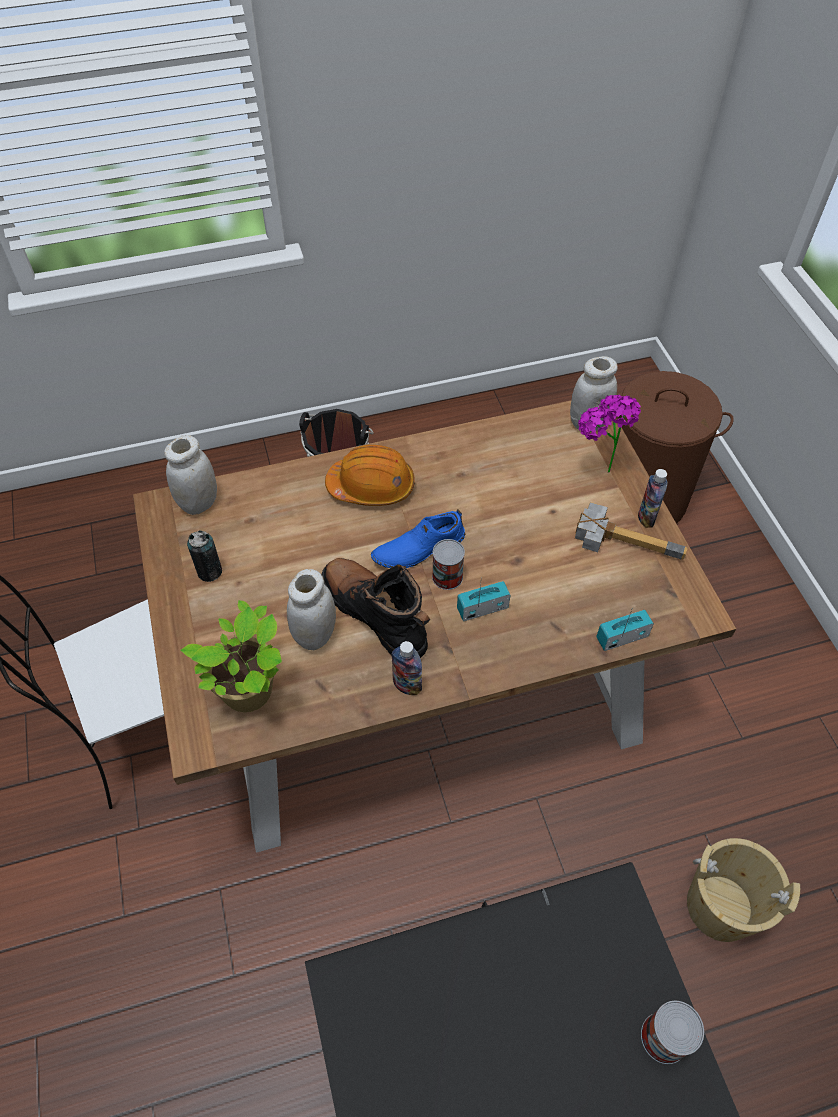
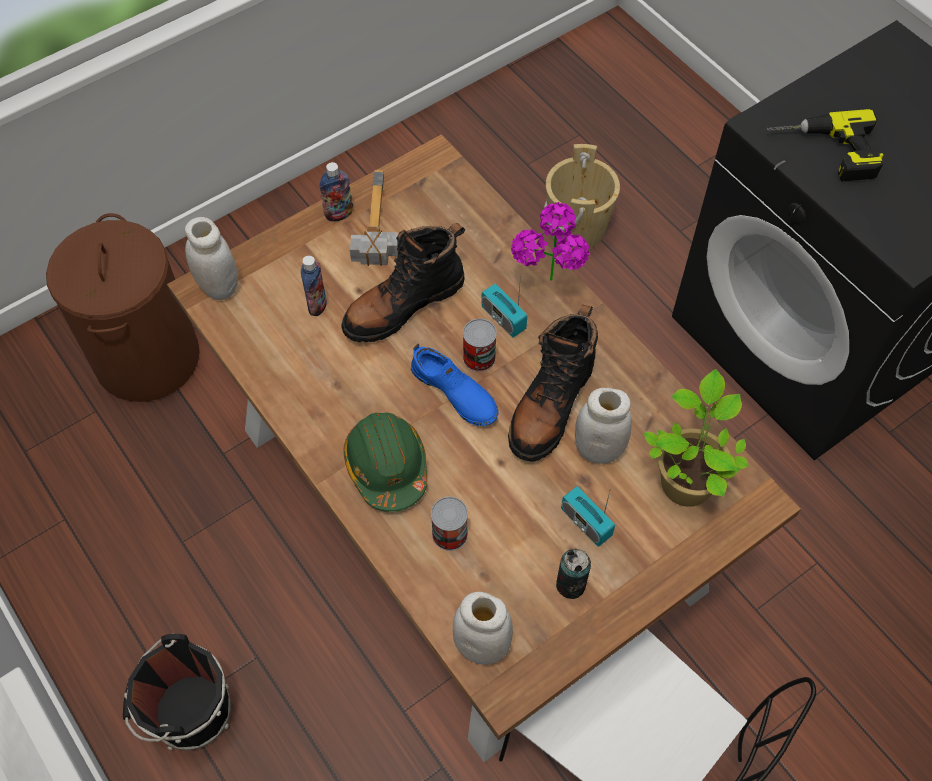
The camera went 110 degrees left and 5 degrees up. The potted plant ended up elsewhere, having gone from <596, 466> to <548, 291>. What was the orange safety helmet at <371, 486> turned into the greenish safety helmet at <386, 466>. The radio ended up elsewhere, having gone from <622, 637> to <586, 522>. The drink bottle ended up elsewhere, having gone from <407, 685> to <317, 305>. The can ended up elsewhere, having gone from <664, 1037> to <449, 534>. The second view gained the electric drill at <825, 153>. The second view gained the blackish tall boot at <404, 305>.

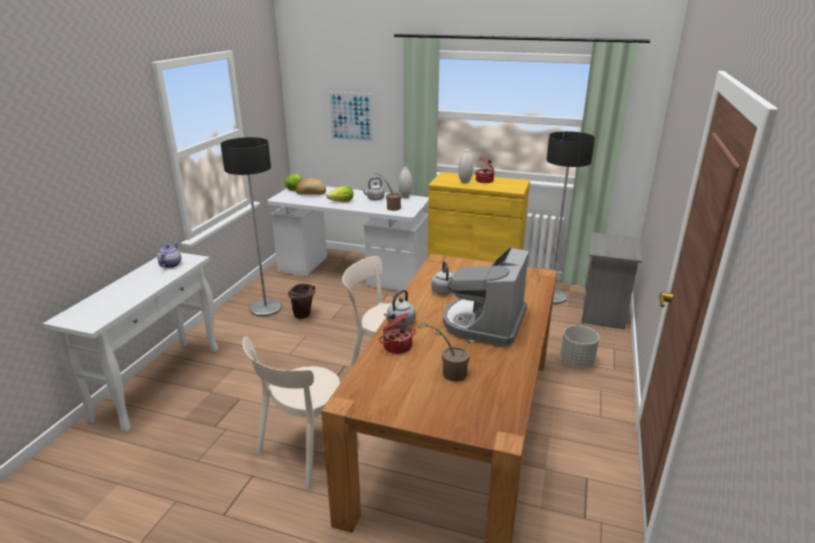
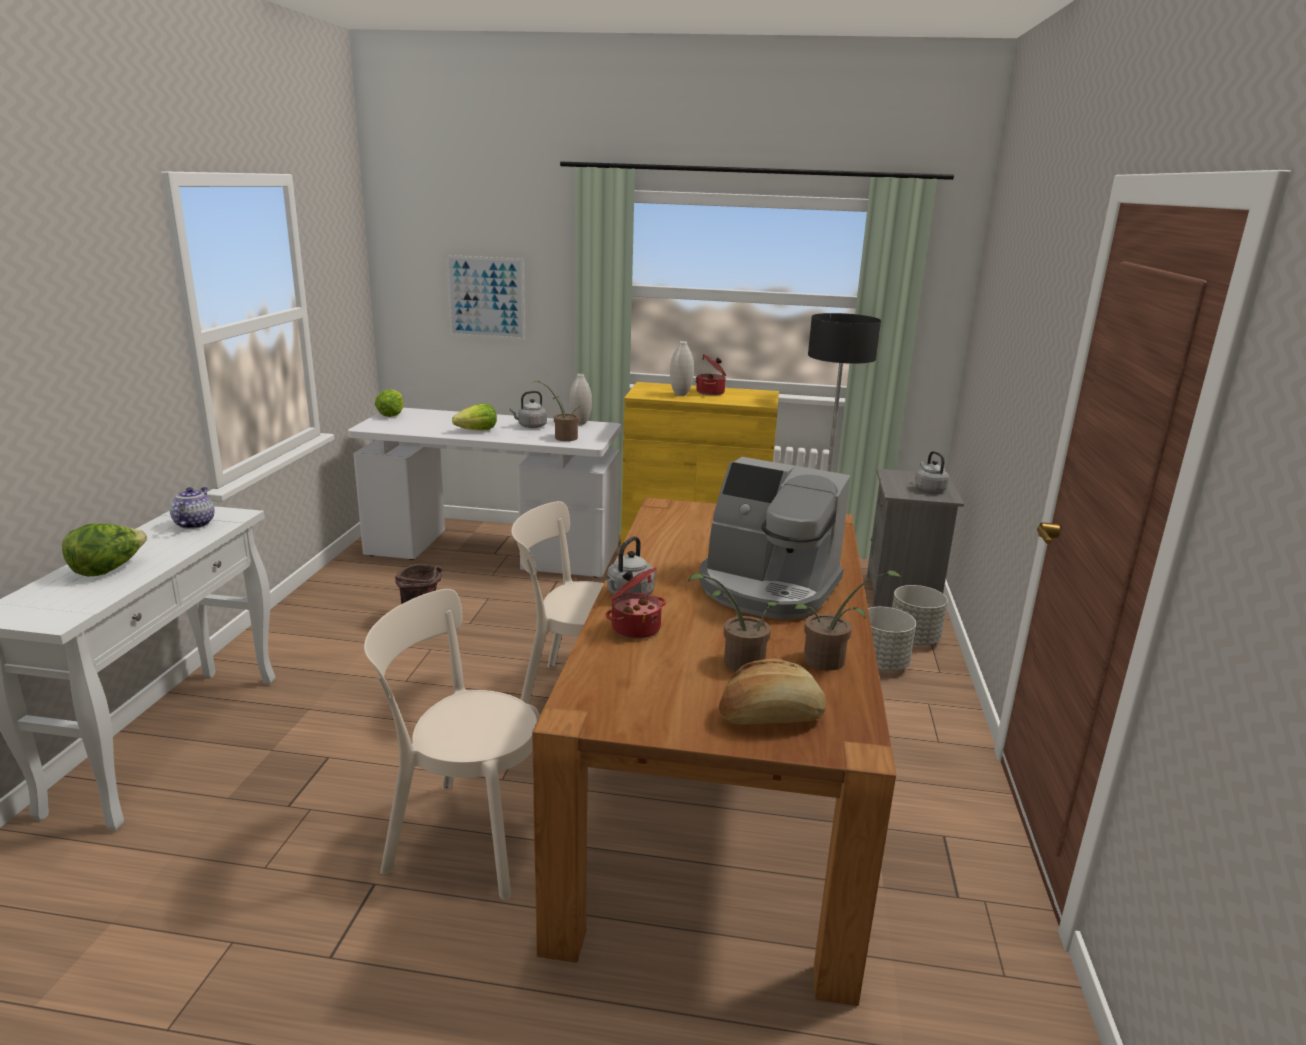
The camera went 10 degrees left and 5 degrees down. The second view lost the standing lamp at <265, 308>. The baked bread ended up elsewhere, having gone from <311, 194> to <770, 717>. The coffee machine at <485, 322> ended up facing another way, 75 degrees counterclockwise from before. The grey water kettle ended up elsewhere, having gone from <443, 290> to <929, 489>. The sand-coloured upright chair at <305, 452> ended up facing another way, 75 degrees clockwise from before. The second view gained the lettuce head at <108, 570>. The second view gained the potted plant at <830, 661>. The second view gained the grey flower pot at <914, 639>.

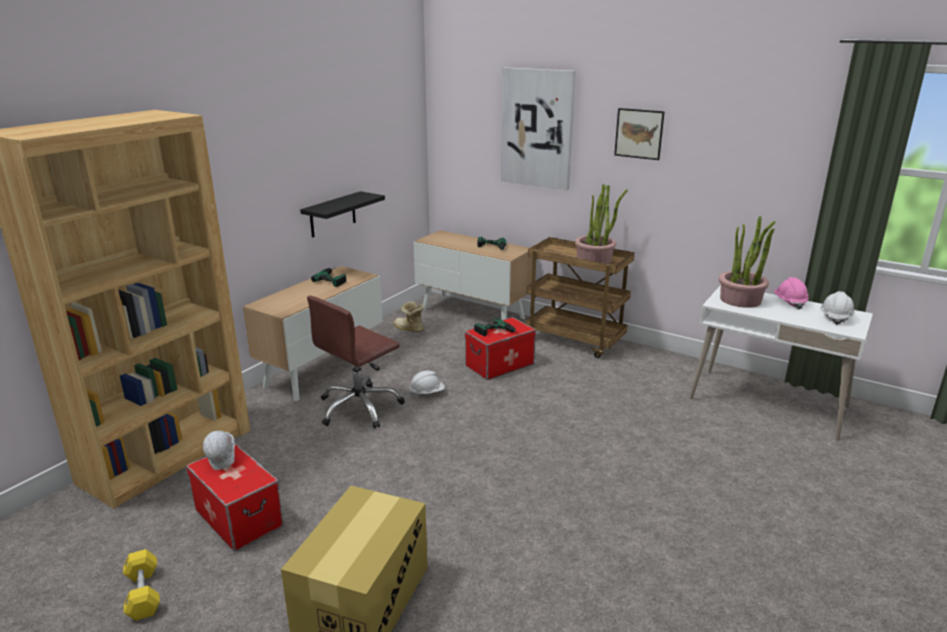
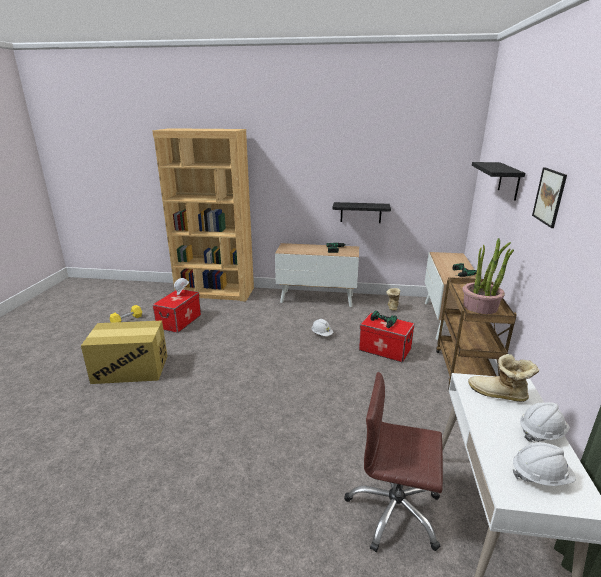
The camera went 65 degrees right and 0 degrees up. Where the picture hung at <537, 128>, the blackish wall shelf came to hang at <509, 181>. Where the potted plant stood at <740, 300>, the tall boot came to stand at <498, 395>. What was the pink safety helmet at <789, 302> turned into the white-coloured safety helmet at <541, 432>. The brown computer chair ended up elsewhere, having gone from <359, 408> to <394, 511>.

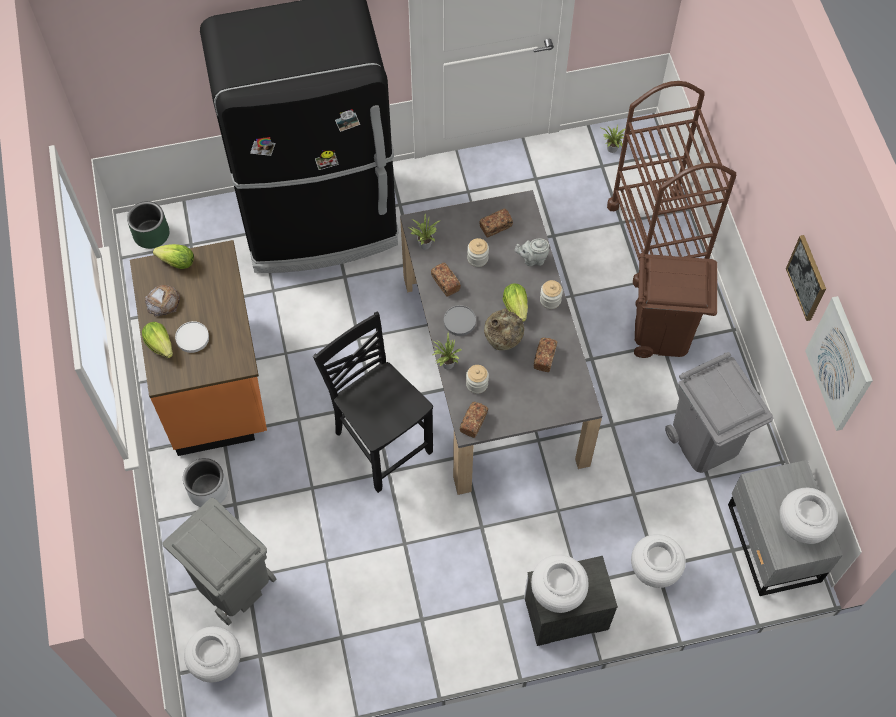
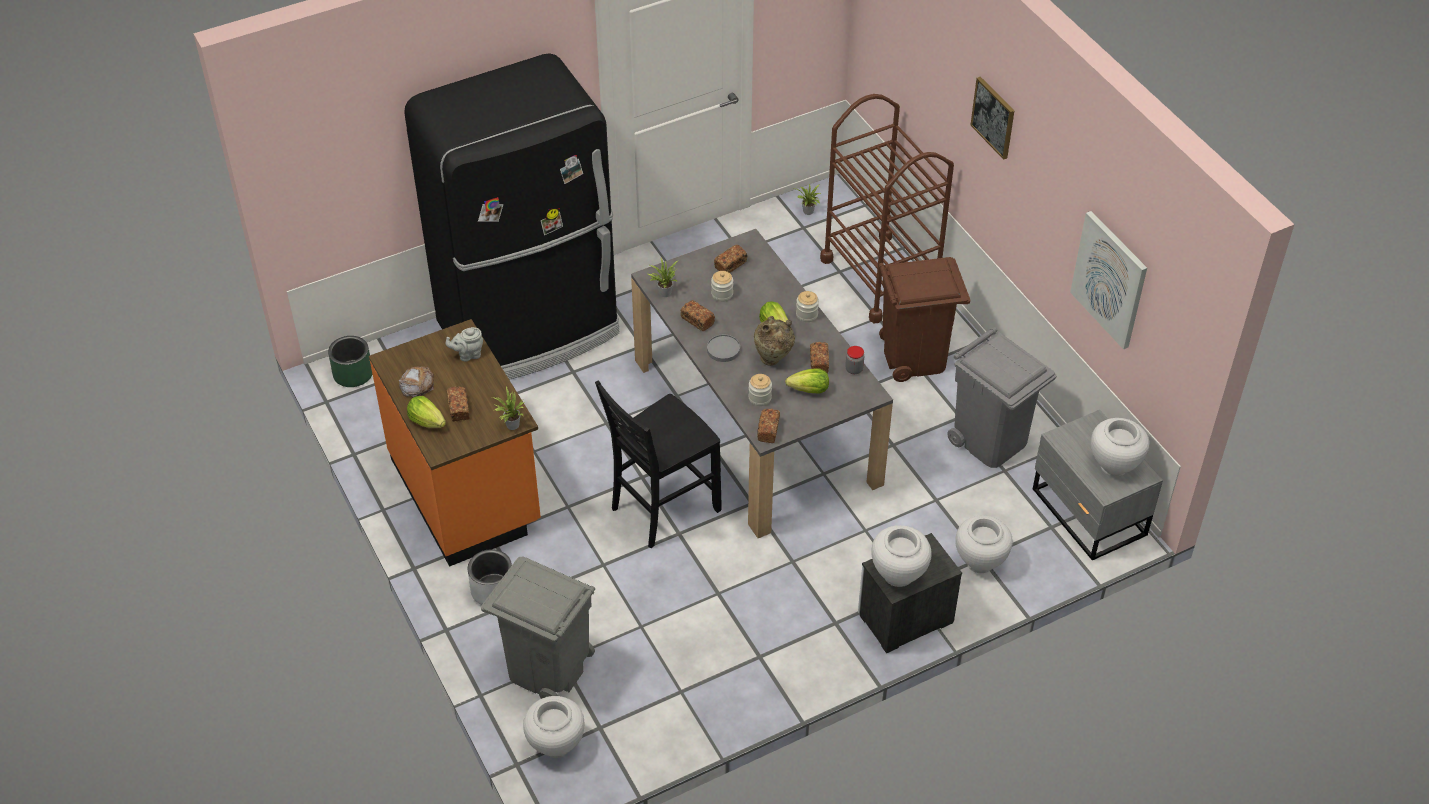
The camera went 15 degrees left and 15 degrees down. The picture ended up elsewhere, having gone from <807, 278> to <993, 117>. The grey tea pot ended up elsewhere, having gone from <532, 259> to <468, 354>. The lettuce head ended up elsewhere, having gone from <177, 262> to <809, 390>. The blackish upright chair at <381, 442> ended up facing another way, 75 degrees counterclockwise from before. Where the white-coloured plate stood at <192, 338>, the baked bread came to stand at <459, 409>. The potted plant ended up elsewhere, having gone from <446, 364> to <511, 425>. The second view gained the preserve jar at <854, 369>.

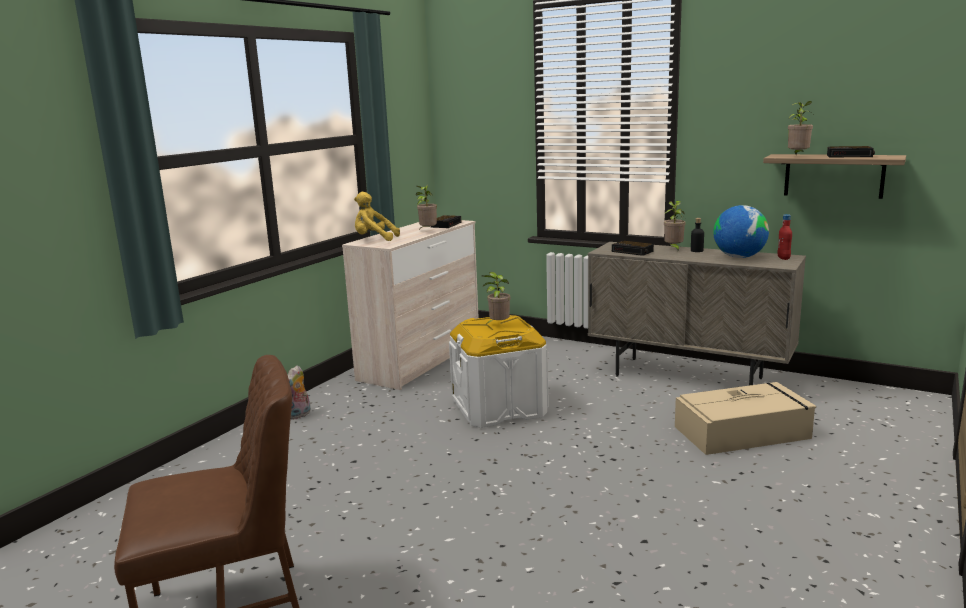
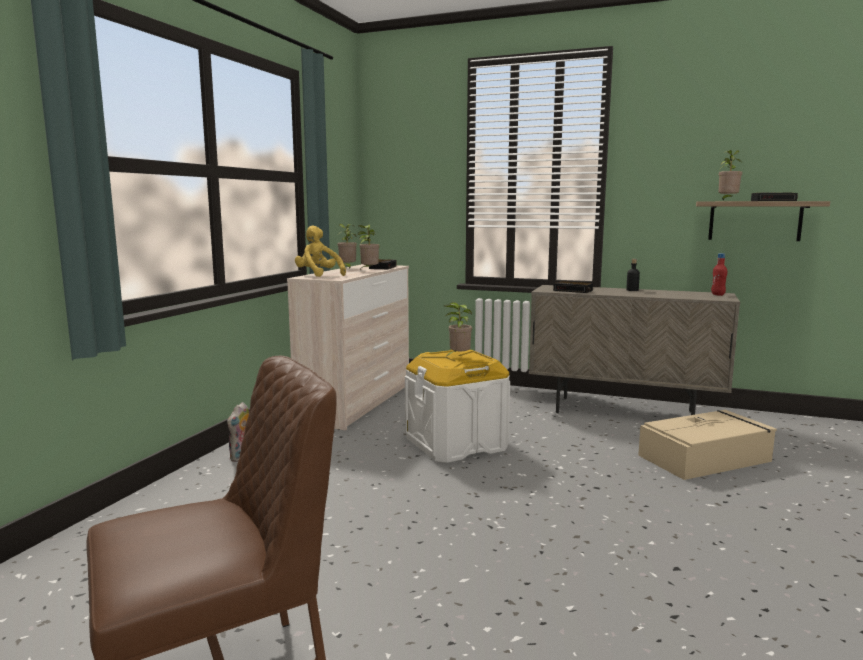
The camera went 10 degrees left and 5 degrees down. The yellowish plush toy at <374, 239> ended up facing another way, 45 degrees clockwise from before. The potted plant ended up elsewhere, having gone from <673, 249> to <347, 268>. The second view lost the world globe at <739, 257>.

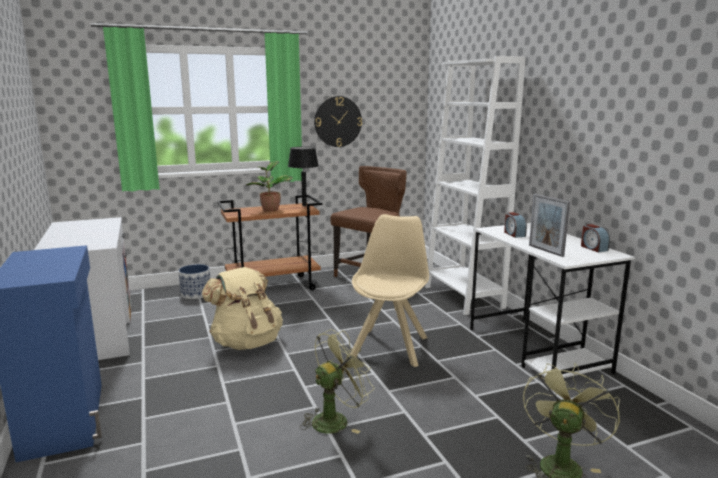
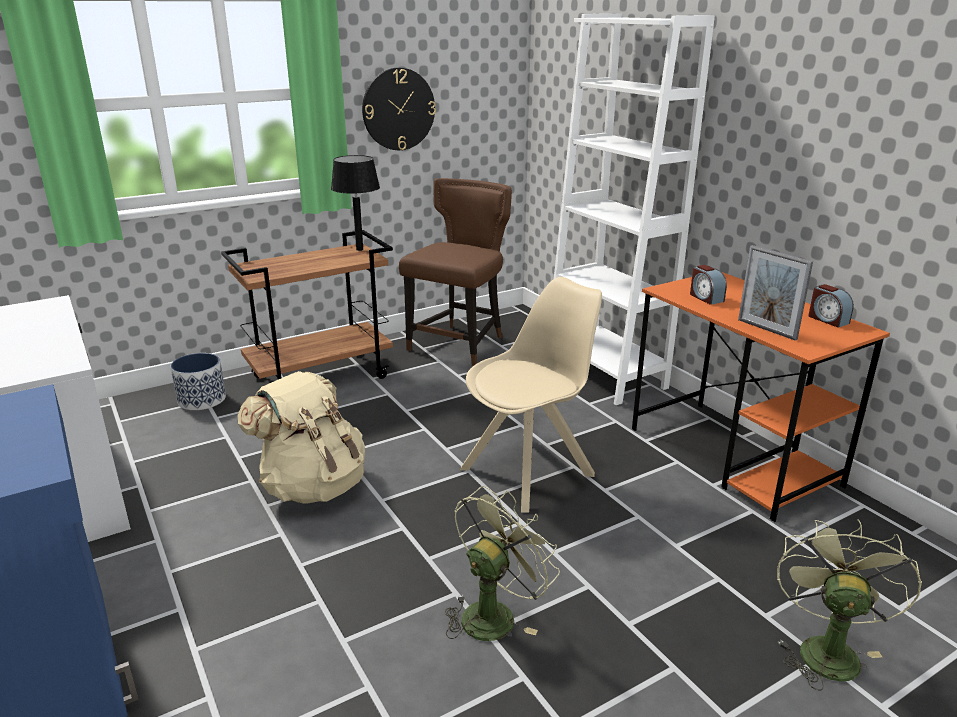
The camera went 10 degrees left and 10 degrees up. The second view lost the potted plant at <270, 210>. The sand-coloured upright chair at <390, 346> ended up facing another way, 45 degrees clockwise from before. What was the white-coloured desk unit at <537, 350> turned into the orange desk unit at <733, 457>.

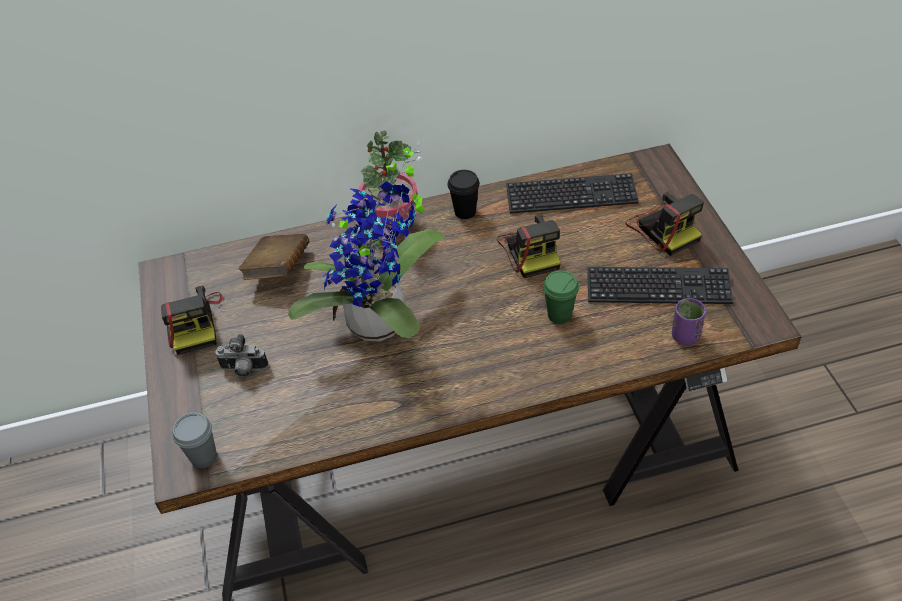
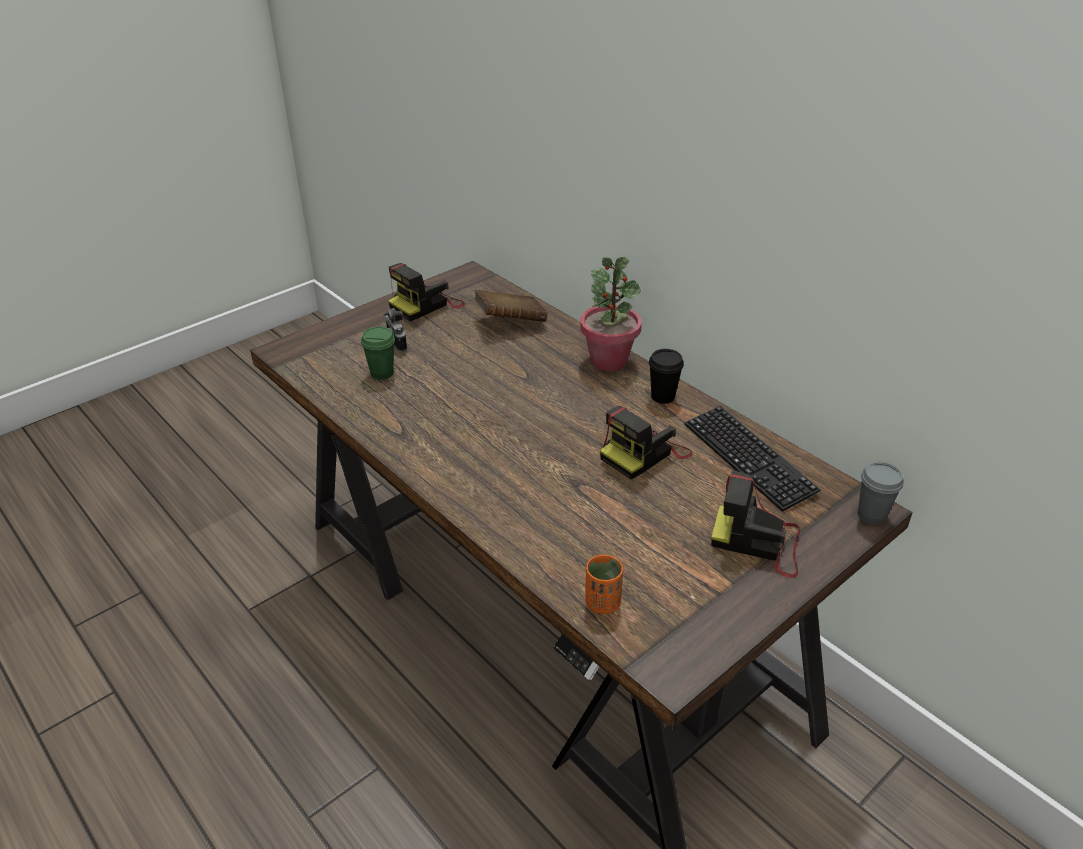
The camera went 60 degrees right and 10 degrees down. The second view lost the potted plant at <383, 326>. The still camera at <663, 228> ended up facing another way, 75 degrees clockwise from before. The second view lost the keyboard at <658, 288>. The greenish cup ended up elsewhere, having gone from <559, 315> to <382, 373>. What was the purple cup at <685, 336> turned into the orange cup at <602, 603>. The grey cup ended up elsewhere, having gone from <203, 457> to <871, 515>.

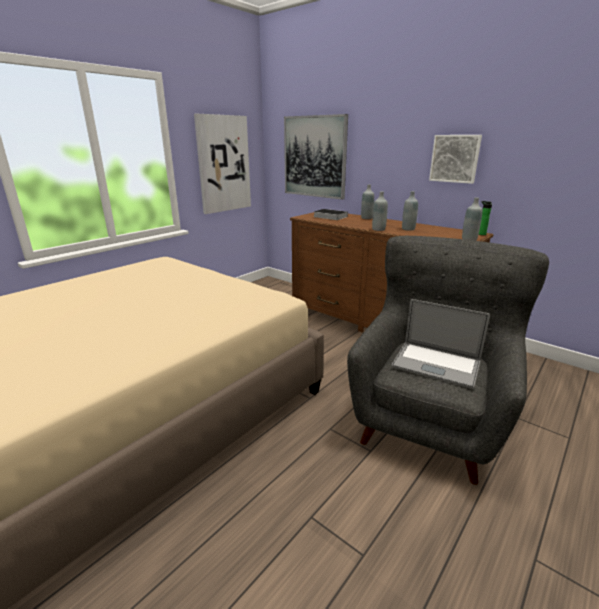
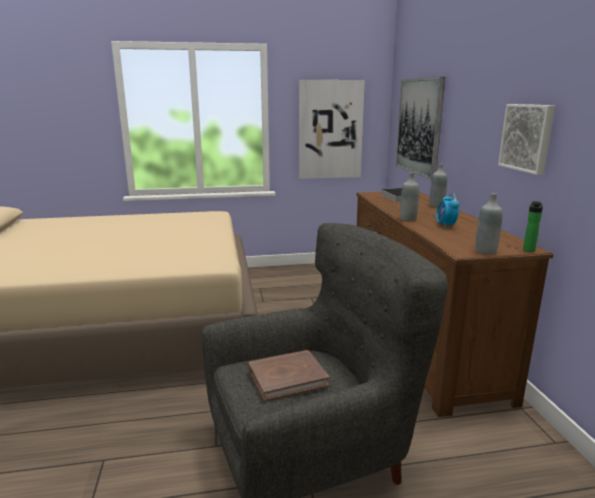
The camera went 40 degrees right and 5 degrees down. Where the grey drink bottle stood at <408, 229>, the alarm clock came to stand at <445, 225>. Where the notebook computer stood at <436, 364>, the brown volume came to stand at <287, 378>.

